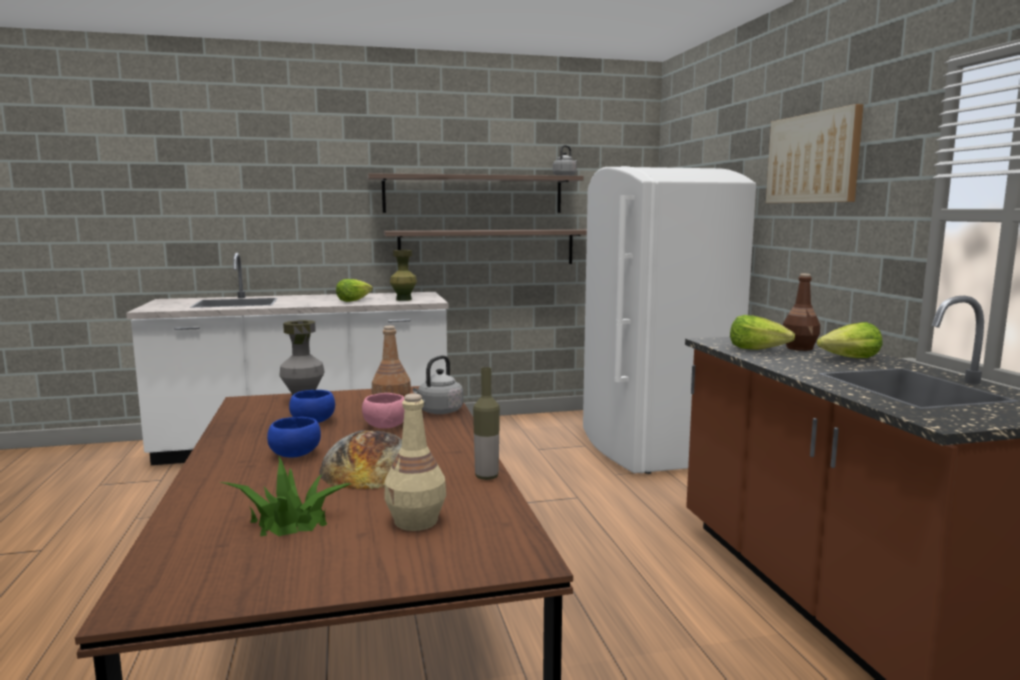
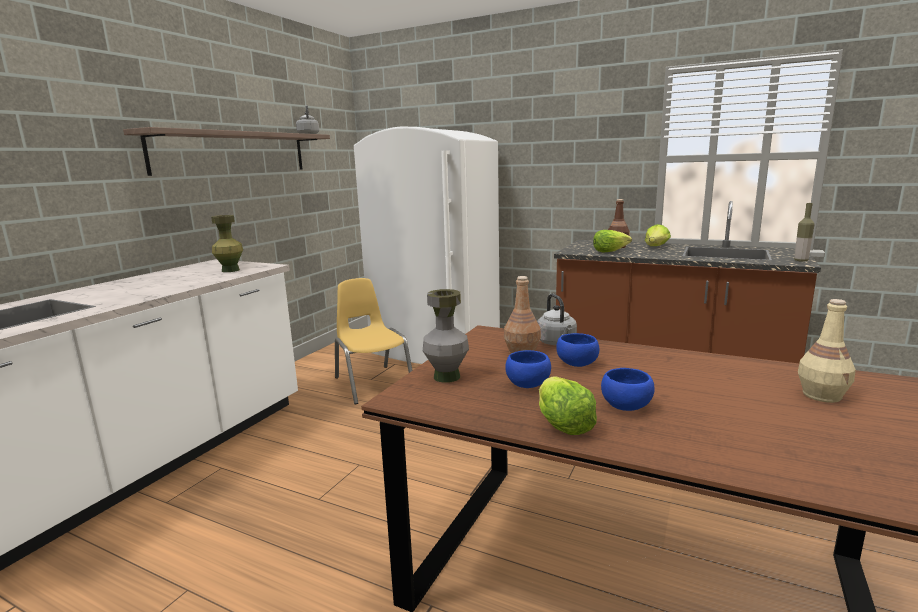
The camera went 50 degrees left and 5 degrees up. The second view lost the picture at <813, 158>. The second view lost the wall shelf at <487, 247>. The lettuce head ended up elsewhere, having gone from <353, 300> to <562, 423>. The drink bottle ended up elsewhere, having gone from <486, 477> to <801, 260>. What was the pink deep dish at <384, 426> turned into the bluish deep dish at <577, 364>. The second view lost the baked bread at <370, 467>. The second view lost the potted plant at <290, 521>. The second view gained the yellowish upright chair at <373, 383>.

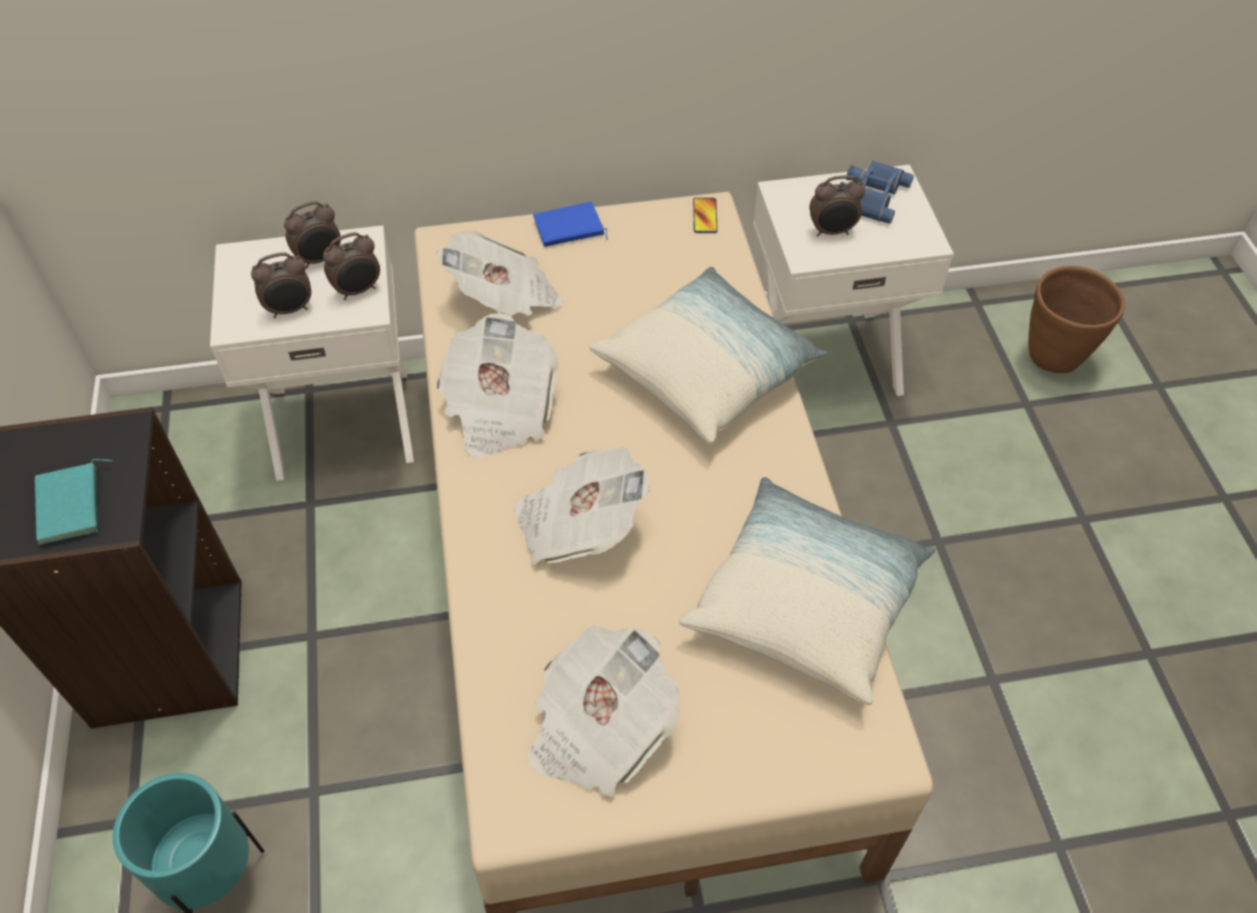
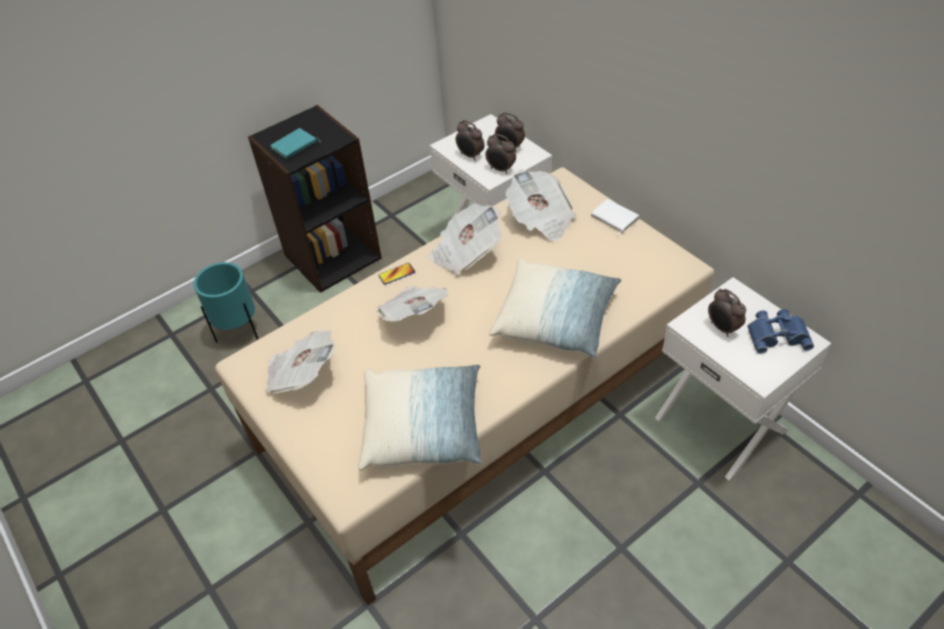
The camera went 65 degrees right and 5 degrees down. The telephone ended up elsewhere, having gone from <705, 216> to <396, 274>. What was the bluish volume at <569, 229> turned into the white-coloured volume at <613, 219>. The second view lost the brown flower pot at <1054, 357>.

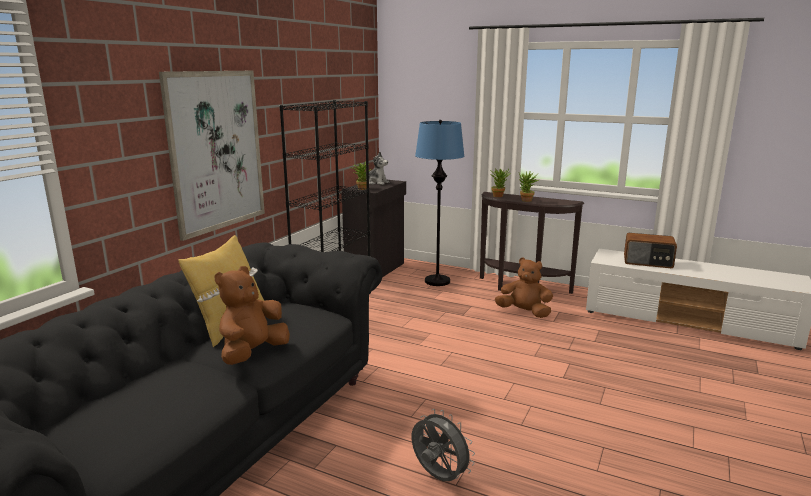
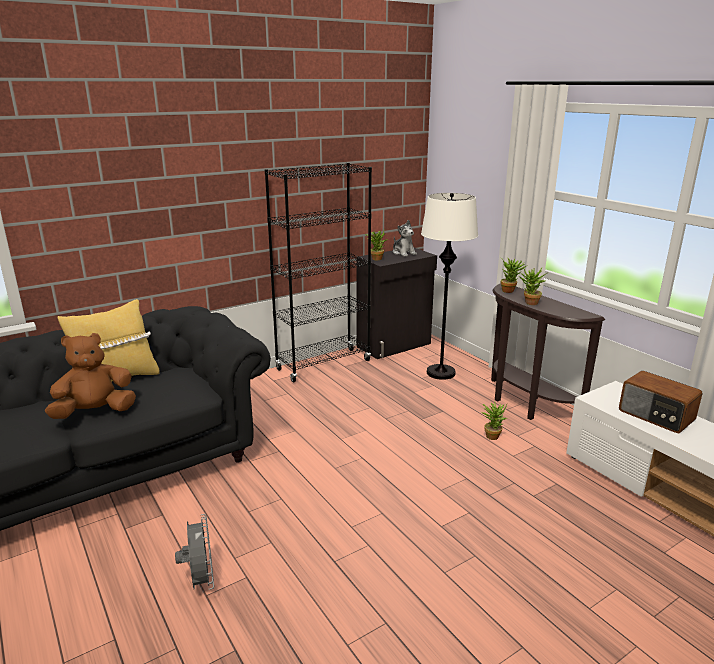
The camera went 30 degrees right and 5 degrees up. The second view lost the picture at <216, 151>. What was the bluish standing lamp at <437, 281> turned into the white-coloured standing lamp at <441, 372>. Where the brown plush toy stood at <524, 312>, the potted plant came to stand at <492, 435>.

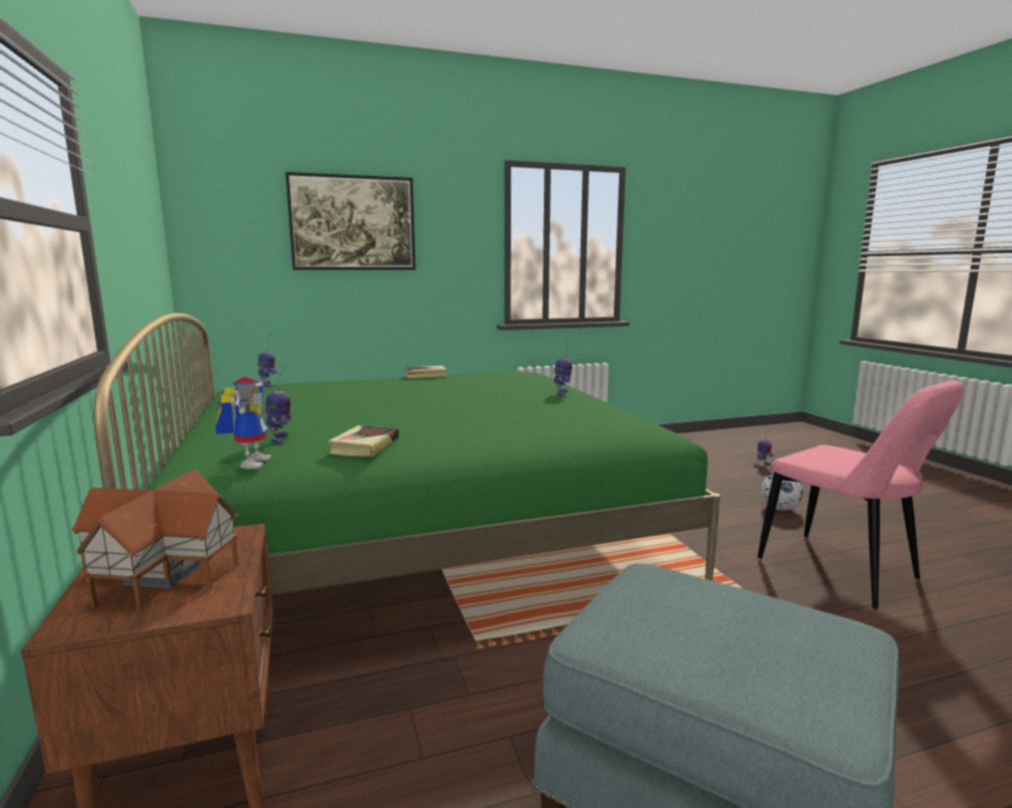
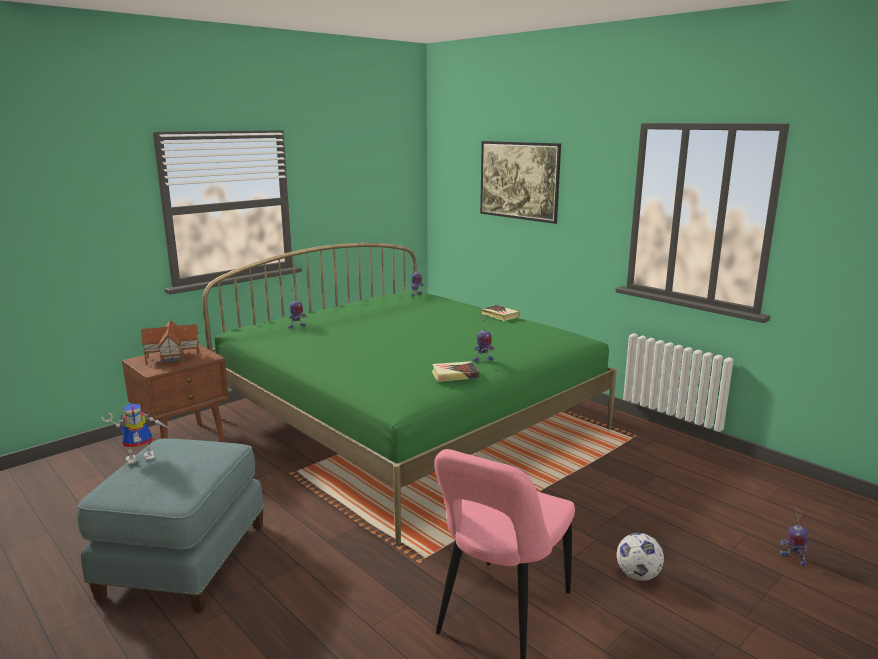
The camera went 65 degrees right and 5 degrees up. The robot figure ended up elsewhere, having gone from <250, 462> to <142, 456>. The volume ended up elsewhere, having gone from <365, 446> to <455, 375>.

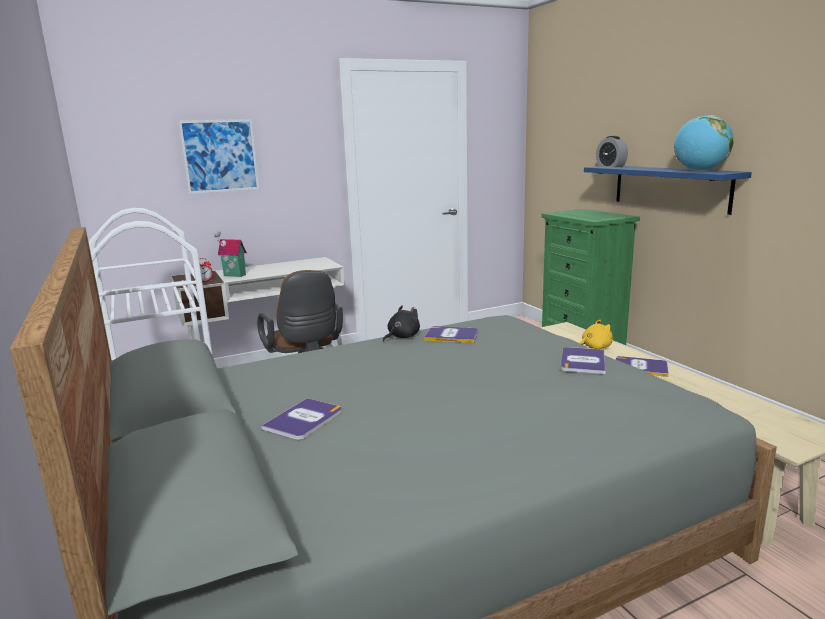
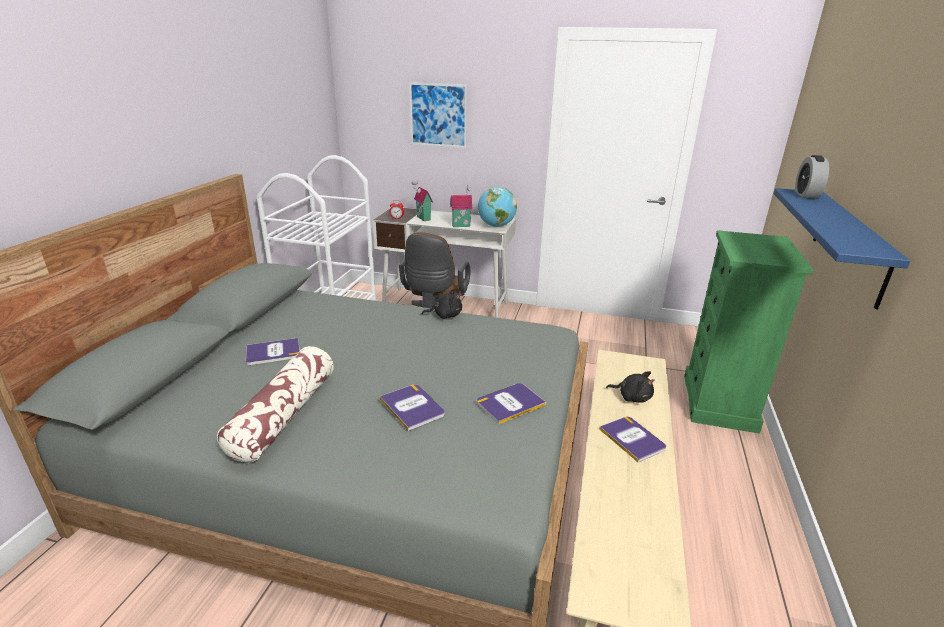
The camera went 40 degrees right and 10 degrees up. The world globe ended up elsewhere, having gone from <700, 171> to <496, 226>. What was the yellowish plush toy at <594, 347> turned into the blackish plush toy at <632, 397>. The volume ended up elsewhere, having gone from <452, 335> to <412, 407>. The second view gained the miniature house at <461, 225>. The second view gained the throw pillow at <284, 415>.

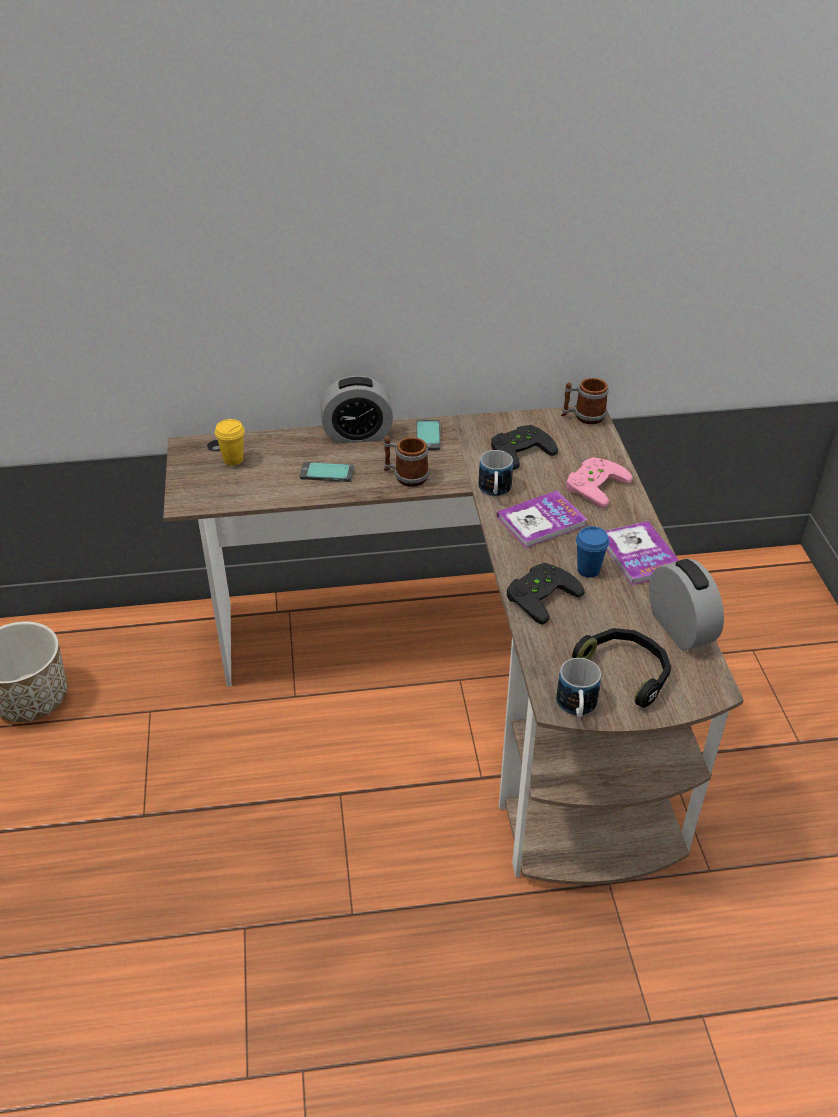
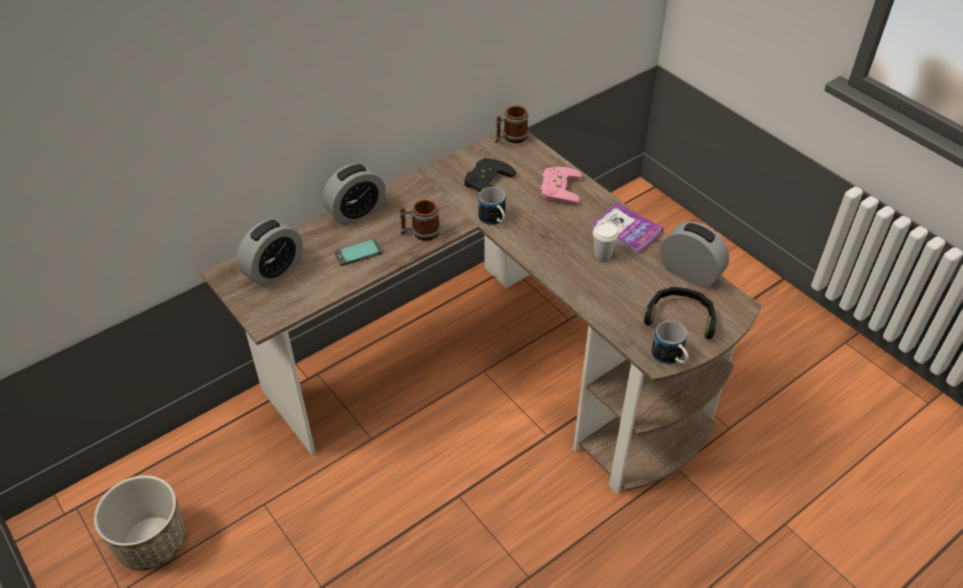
The camera went 30 degrees left and 5 degrees up. Where the yellowish cup stood at <233, 459>, the alarm clock came to stand at <274, 270>. The second view lost the telephone at <428, 436>. The second view lost the volume at <541, 521>. What was the bluish cup at <588, 570> turned into the white-coloured cup at <602, 255>. The second view lost the blackish joypad at <539, 594>.

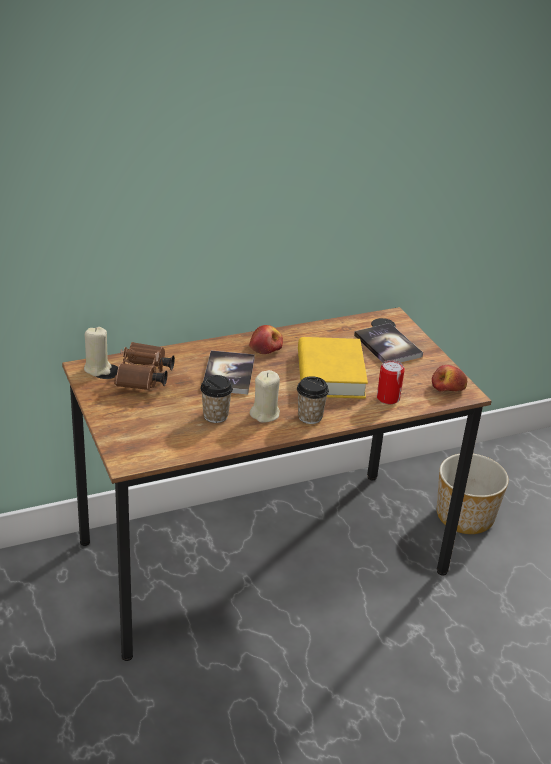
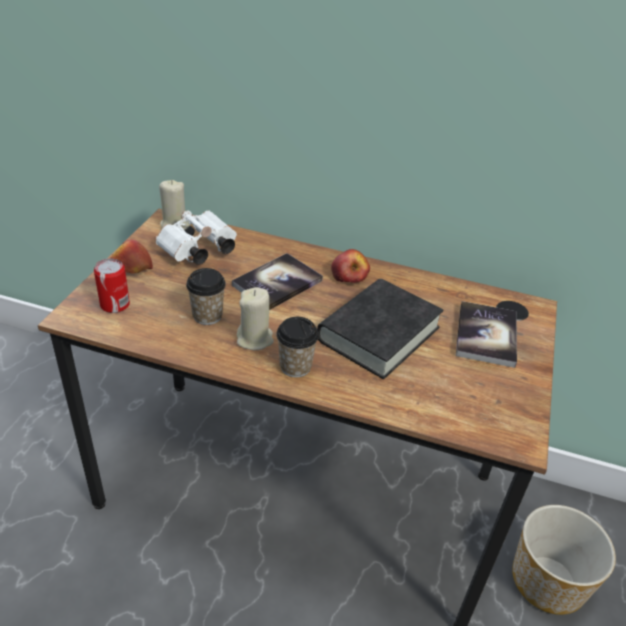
The camera went 40 degrees right and 5 degrees up. What was the yellowish volume at <330, 375> turned into the blackish volume at <378, 334>. What was the brown field glasses at <143, 379> turned into the white-coloured field glasses at <197, 251>. The can ended up elsewhere, having gone from <388, 398> to <115, 305>. The whole apple ended up elsewhere, having gone from <448, 388> to <131, 267>.

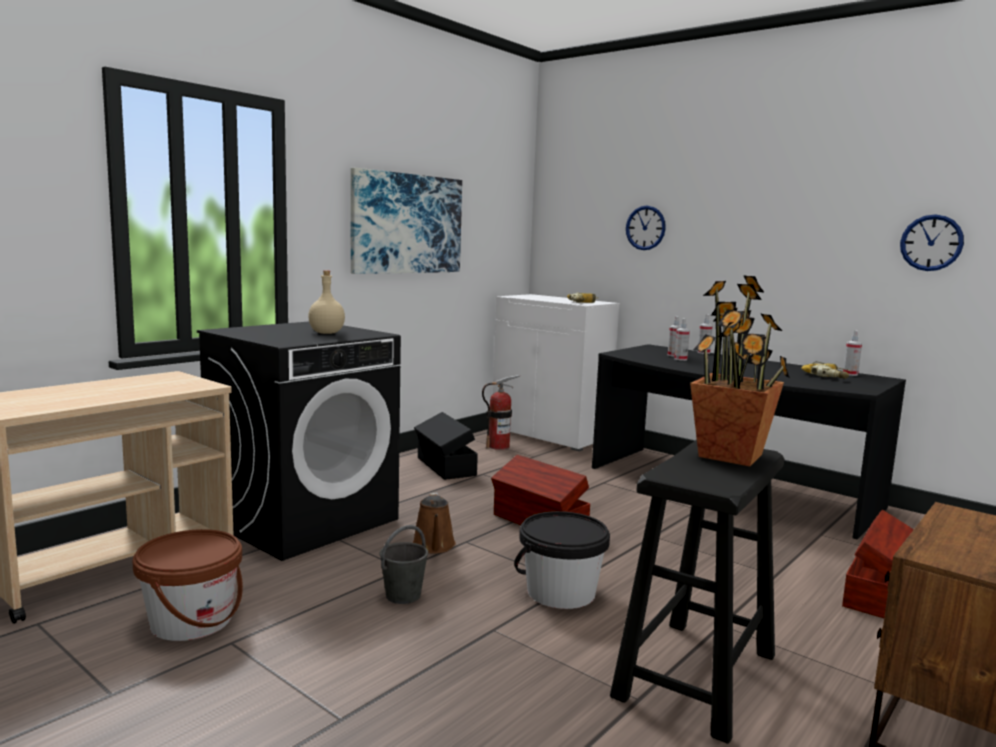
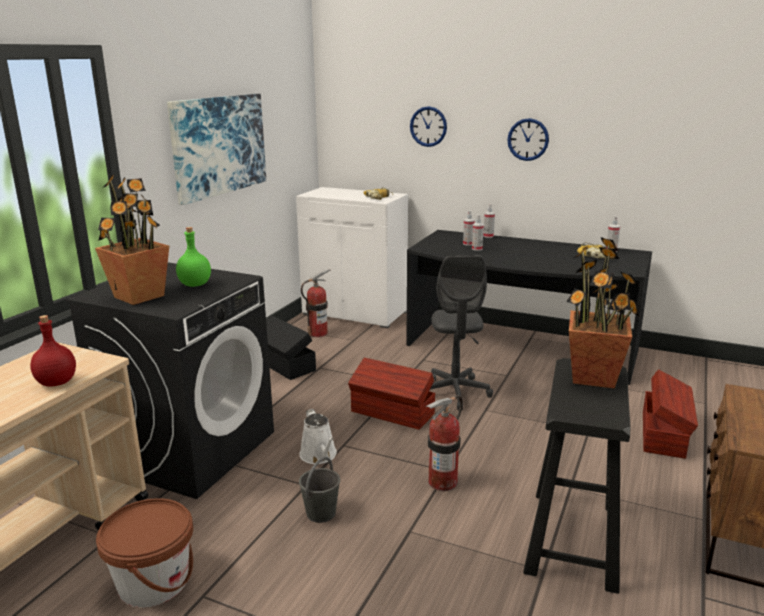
The camera went 15 degrees left and 10 degrees up. The hanging clock ended up elsewhere, having gone from <931, 243> to <528, 139>. What was the sand-coloured drink bottle at <327, 333> turned into the greenish drink bottle at <195, 284>. What was the brown watering can at <434, 546> turned into the white-coloured watering can at <319, 456>. Where the blackish pail stood at <560, 592>, the fire-fighting cylinder came to stand at <442, 482>. The second view gained the potted plant at <139, 296>. The second view gained the grey computer chair at <455, 392>. The second view gained the reddish drink bottle at <56, 382>.

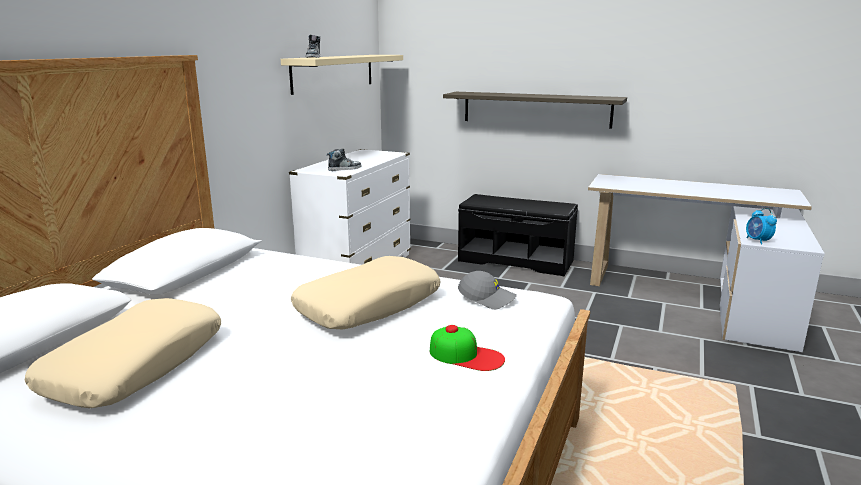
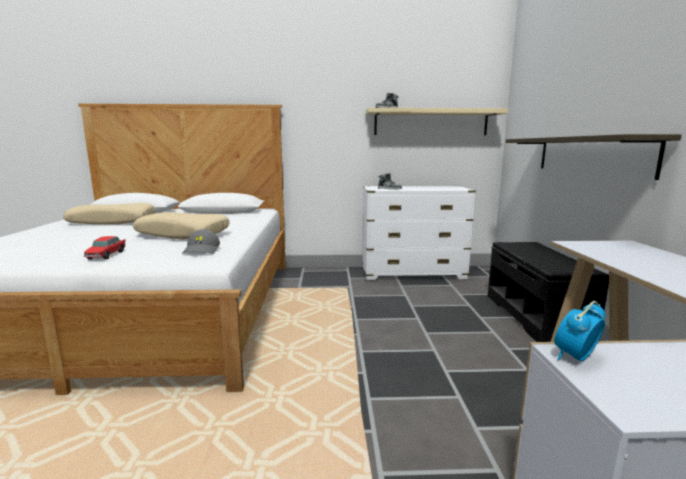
The camera went 65 degrees right and 5 degrees down. Where the peaked cap stood at <466, 355>, the toy car came to stand at <106, 255>.

